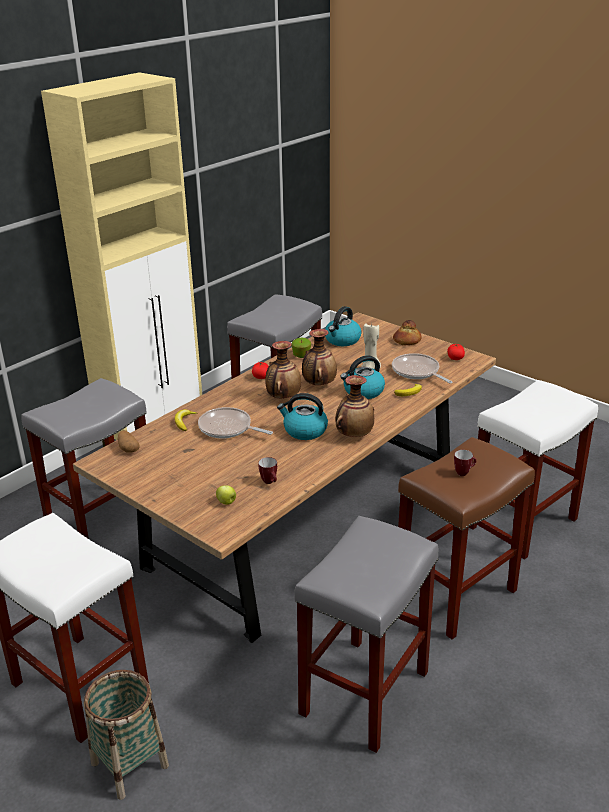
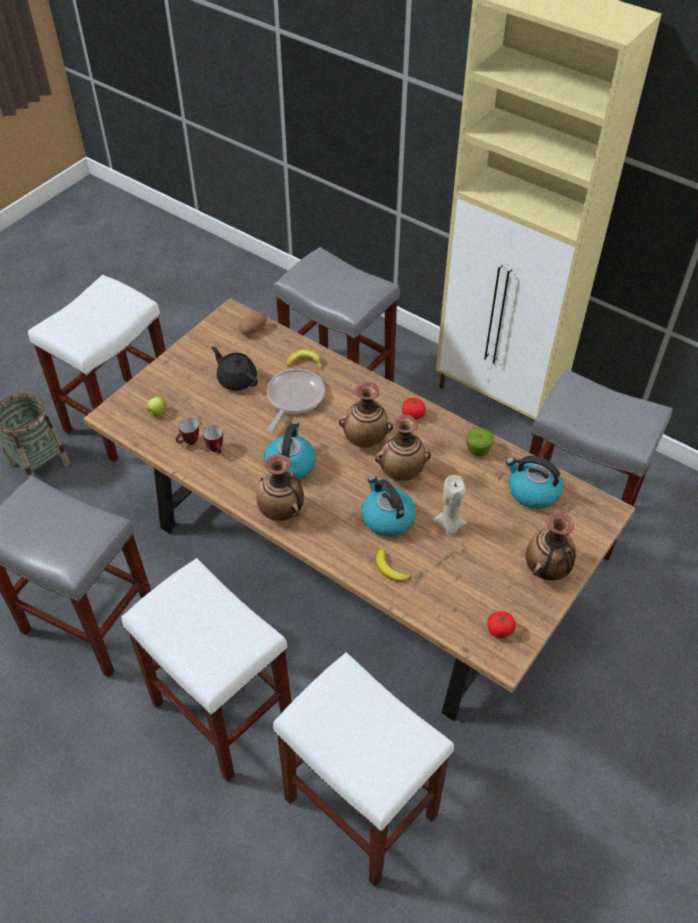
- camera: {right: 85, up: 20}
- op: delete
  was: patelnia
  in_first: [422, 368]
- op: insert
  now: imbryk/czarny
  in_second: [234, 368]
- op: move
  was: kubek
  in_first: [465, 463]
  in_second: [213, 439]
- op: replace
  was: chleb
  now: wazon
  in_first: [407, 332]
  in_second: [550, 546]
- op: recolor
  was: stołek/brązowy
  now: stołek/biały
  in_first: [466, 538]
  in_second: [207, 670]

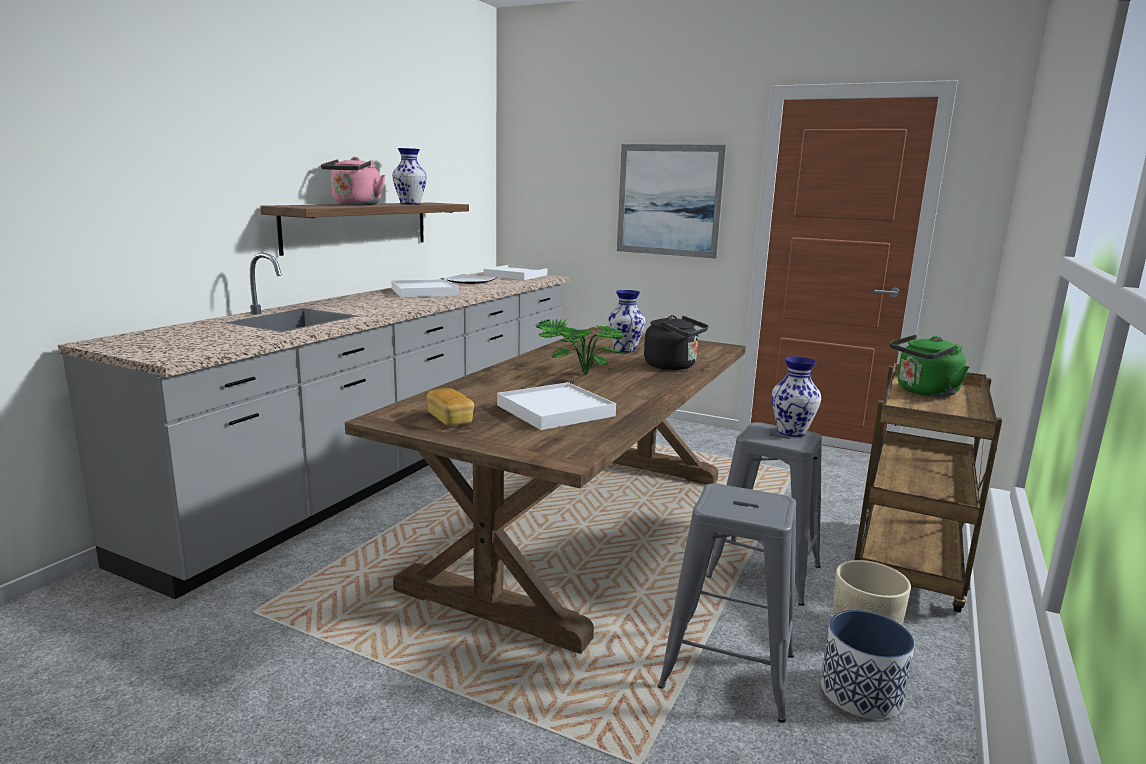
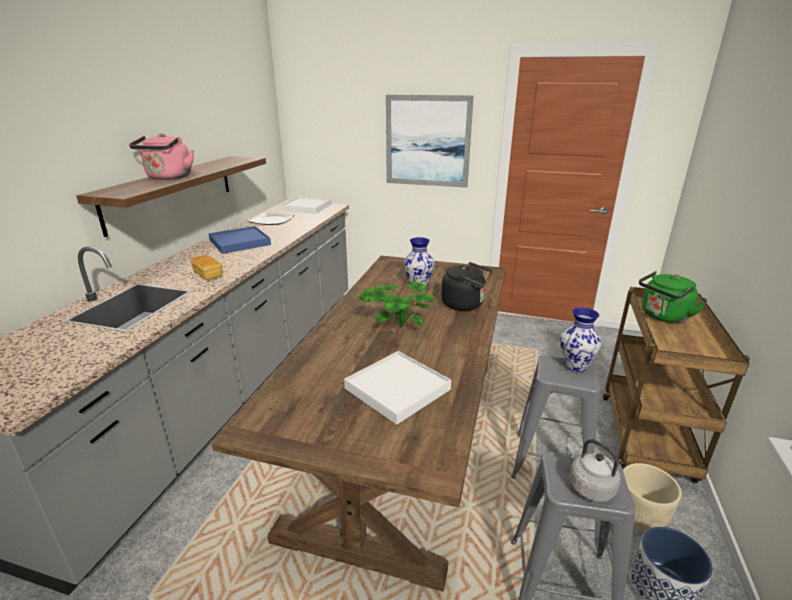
- camera: {right: -10, up: 10}
- op: delete
  was: wazon
  in_first: [409, 176]
- op: insert
  now: czajnik/szary
  in_second: [593, 470]
- op: move
  was: chleb
  in_first: [450, 407]
  in_second: [206, 267]
- op: recolor
  was: taca/biały
  now: taca/niebieski
  in_first: [425, 288]
  in_second: [239, 240]

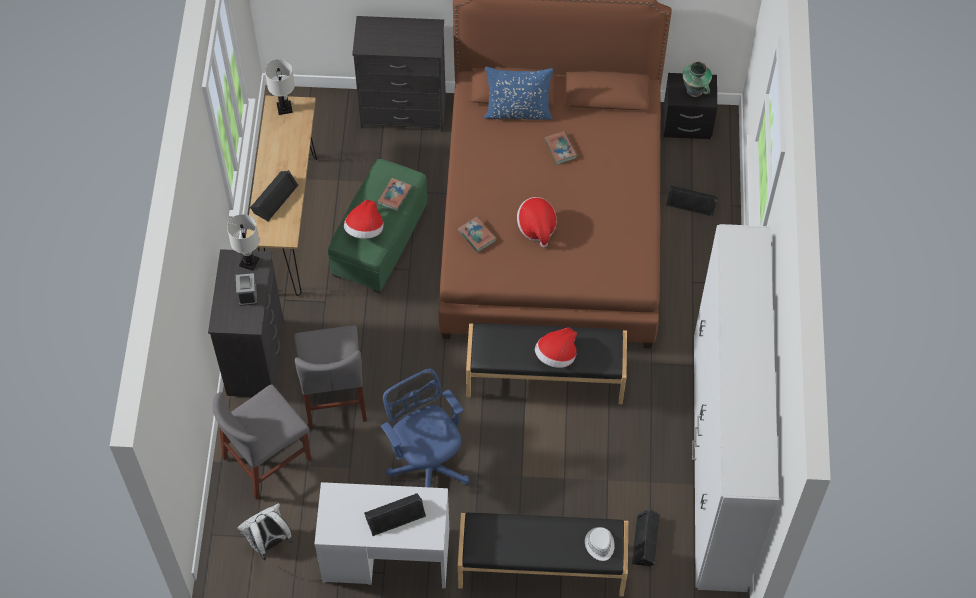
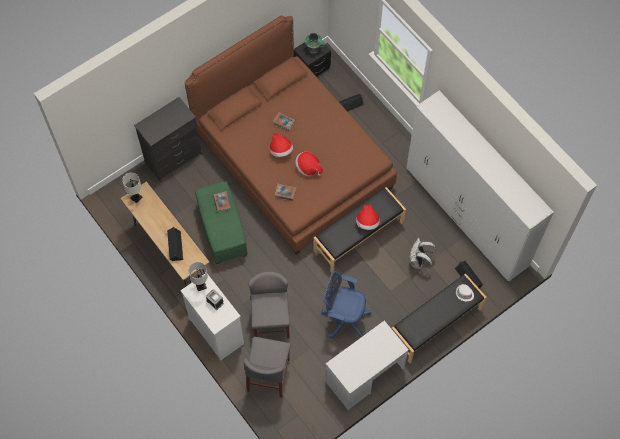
- camera: {right: -40, up: 5}
- op: delete
  was: głośnik/czarny
  in_first: [395, 514]
- op: delete
  was: poduszka/niebieski
  in_first: [518, 93]
- op: move
  was: plecak/biały
  in_first: [265, 532]
  in_second: [423, 253]
- op: move
  was: kapelusz
  in_first: [363, 219]
  in_second: [281, 145]
- op: recolor
  was: komoda/czarny
  now: komoda/biały
  in_first: [246, 323]
  in_second: [212, 317]
- op: rotate
  was: krzesło/szary
  in_first: [330, 377]
  in_second: [269, 305]
  clockwise: -135

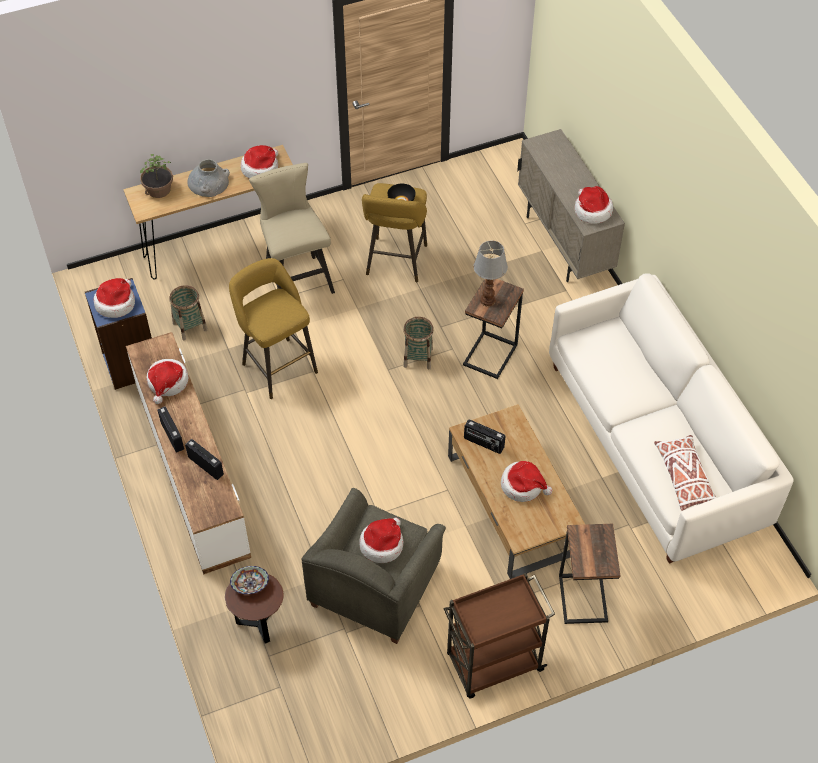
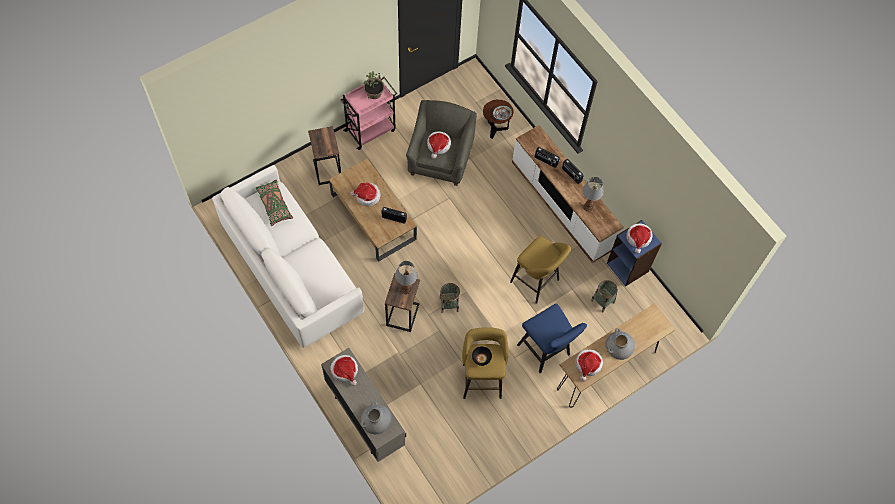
- camera: {right: 165, up: 10}
- op: insert
  now: wazon/szary
  in_second: [376, 417]
- op: move
  was: roślina doniczkowa
  in_first: [156, 176]
  in_second: [374, 85]
- op: replace
  was: kapelusz
  now: lampa stołowa
  in_first: [168, 381]
  in_second: [593, 194]
- op: recolor
  was: stołek/beżowy
  now: stołek/niebieski
  in_first: [292, 228]
  in_second: [552, 338]
- op: recolor
  was: wózek/brązowy
  now: wózek/różowy
  in_first: [499, 635]
  in_second: [368, 113]
- op: recolor
  was: poduszka/biały
  now: poduszka/zielony
  in_first: [685, 473]
  in_second: [274, 203]

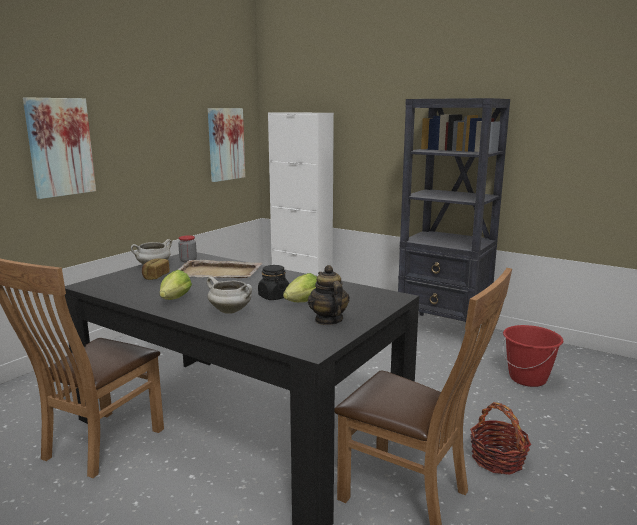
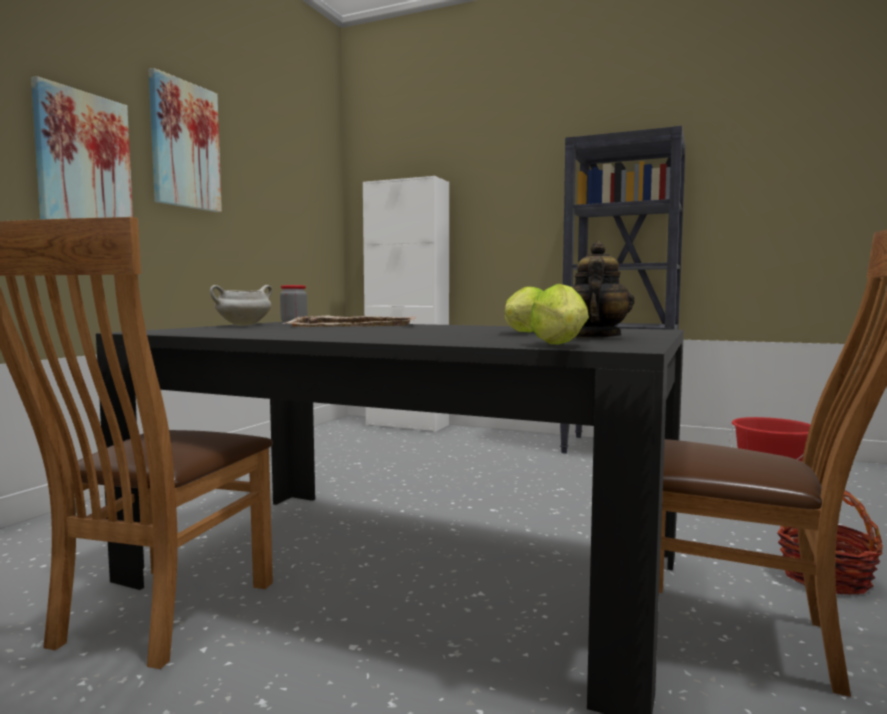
- camera: {right: -10, up: -10}
- op: delete
  was: chleb
  in_first: [156, 269]
- op: delete
  was: garnek/biały
  in_first: [229, 295]
- op: delete
  was: słoik/czarny
  in_first: [273, 282]
- op: move
  was: sałata
  in_first: [176, 285]
  in_second: [559, 314]
- op: move
  was: obraz
  in_first: [226, 145]
  in_second: [185, 140]
- op: rotate
  was: imbryk
  in_first: [329, 295]
  in_second: [603, 289]
  clockwise: 45

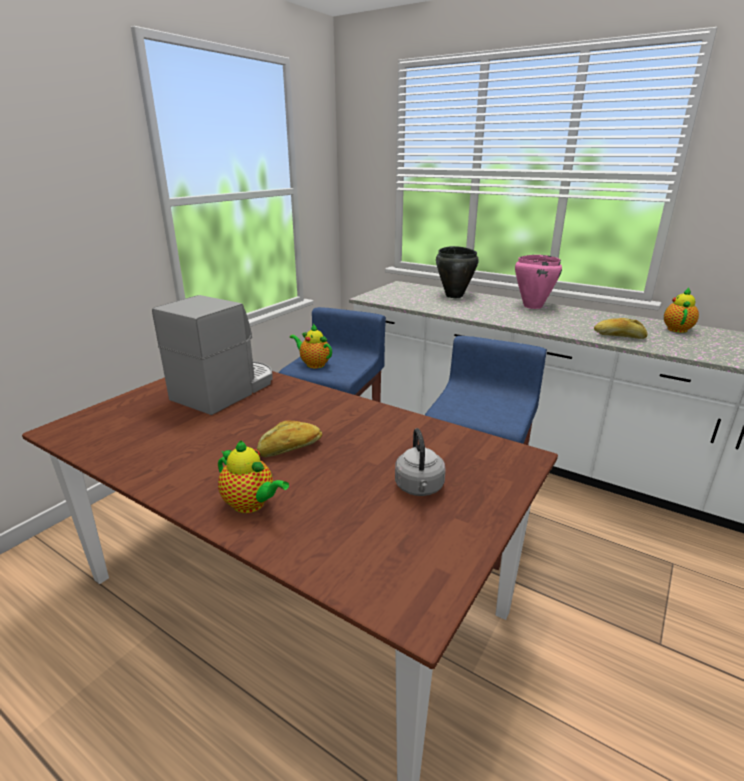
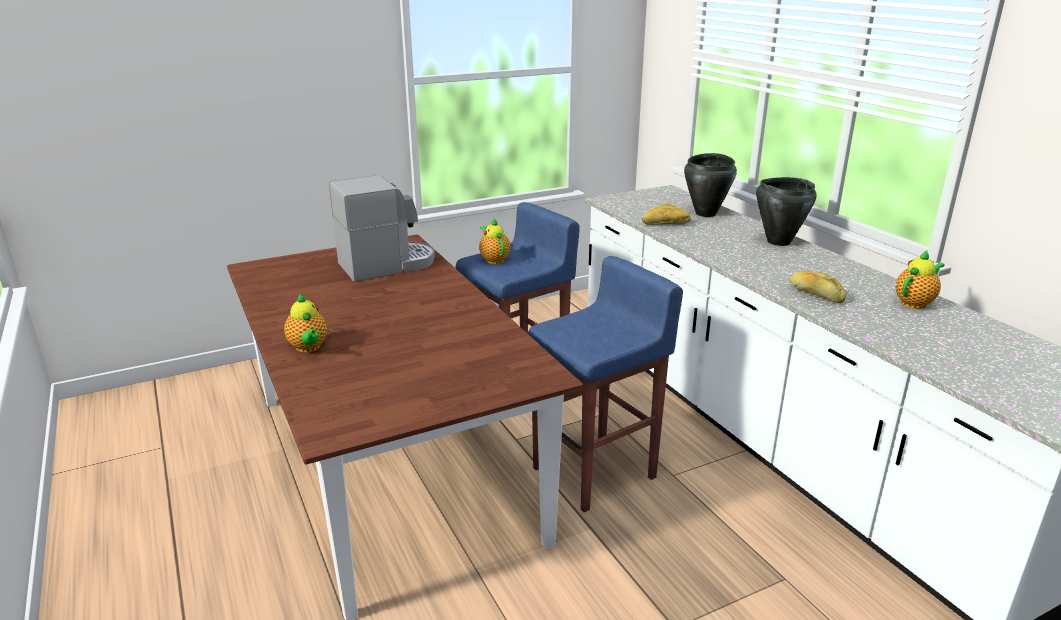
- camera: {right: 30, up: 0}
- op: delete
  was: czajnik/szary
  in_first: [420, 462]
- op: move
  was: chleb
  in_first: [289, 438]
  in_second: [666, 214]
- op: recolor
  was: garnek/różowy
  now: garnek/czarny
  in_first: [538, 282]
  in_second: [786, 211]

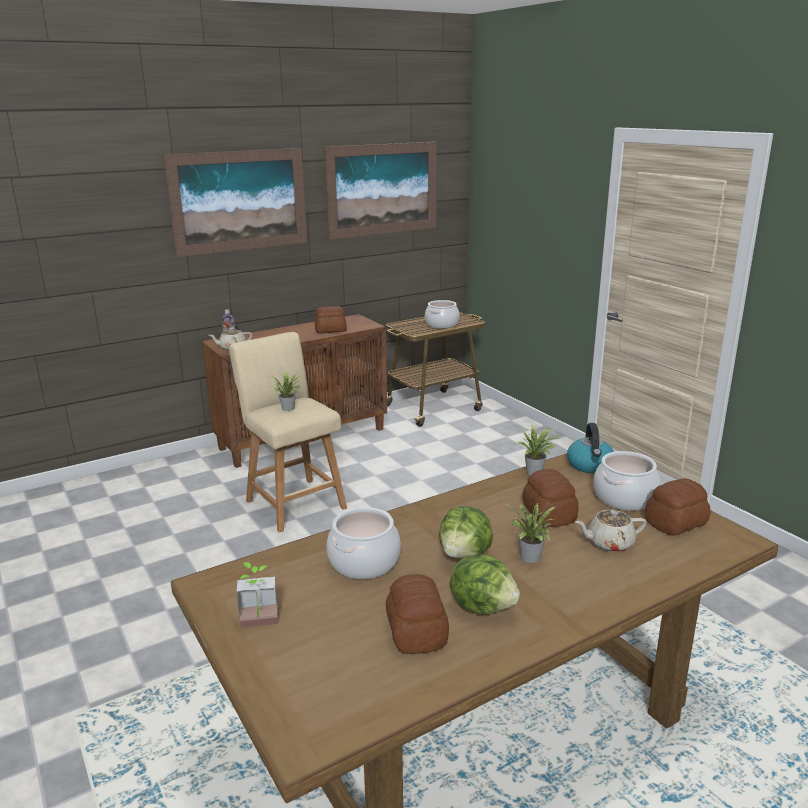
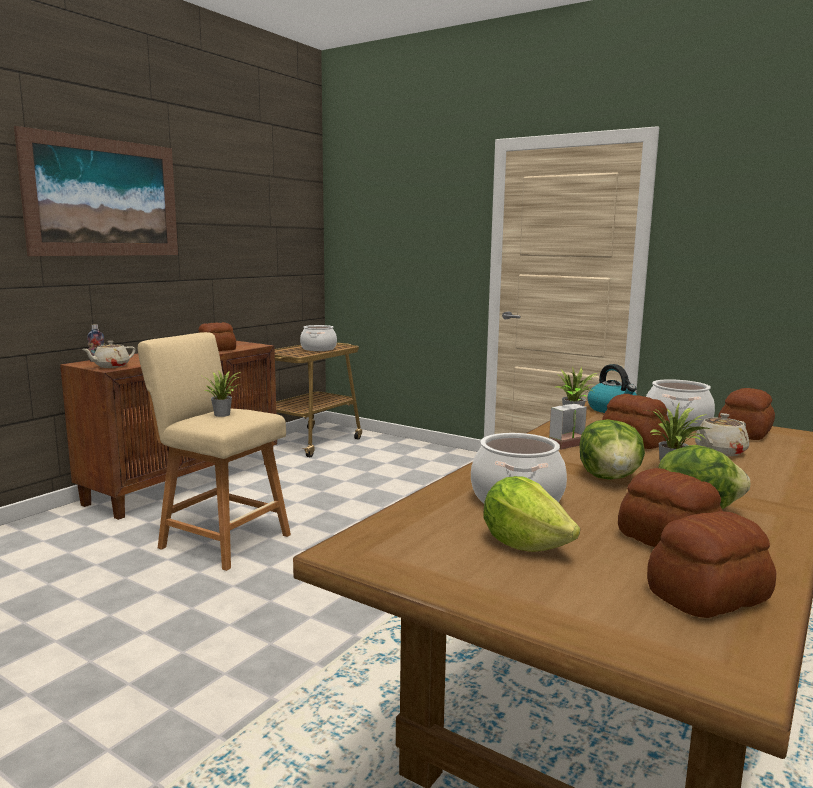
- camera: {right: -25, up: -10}
- op: delete
  was: obraz
  in_first: [380, 191]
- op: insert
  now: sałata
  in_second: [531, 514]
- op: insert
  now: chleb
  in_second: [711, 564]
- op: move
  was: roślina doniczkowa
  in_first: [257, 595]
  in_second: [568, 417]

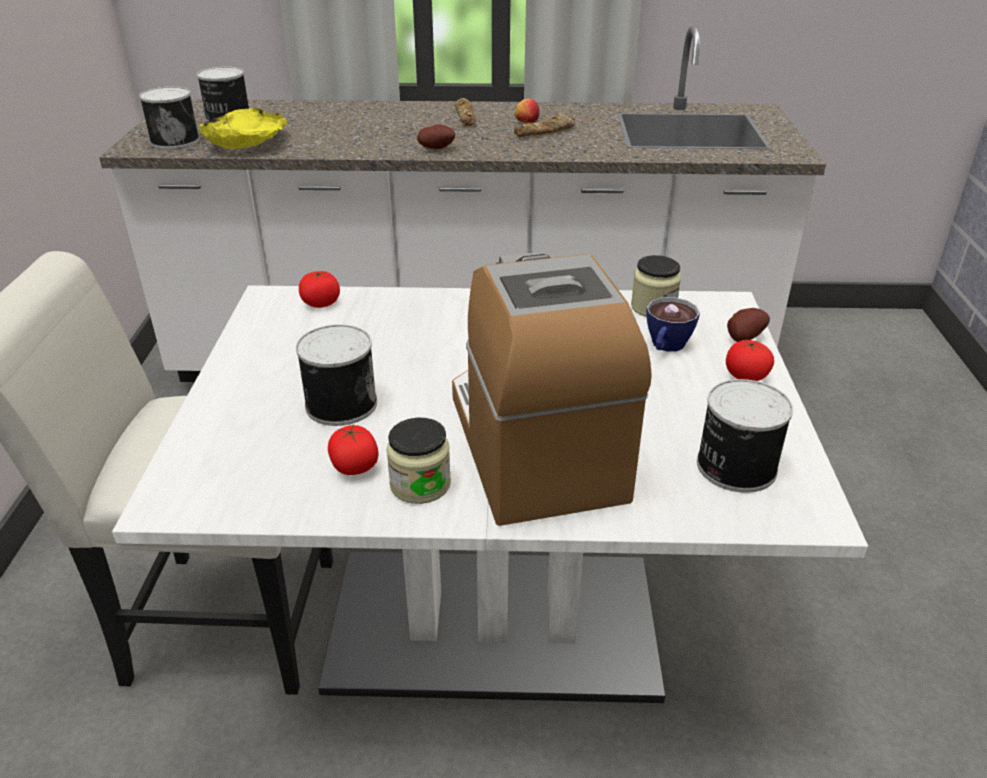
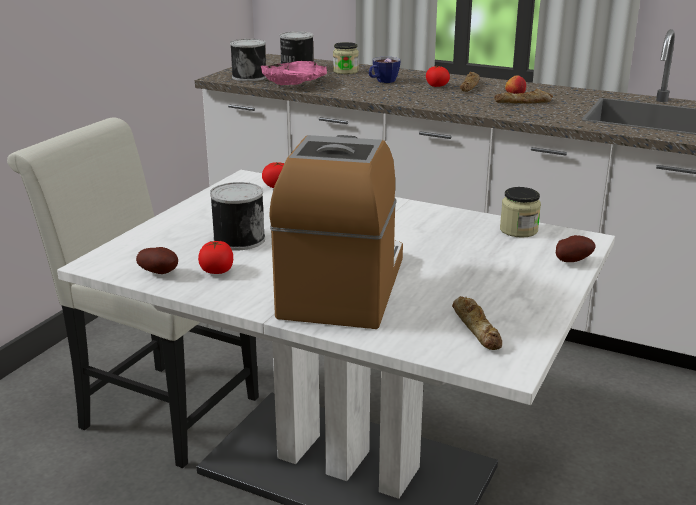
- camera: {right: 25, up: -10}
- op: move
  was: słoik
  in_first: [418, 461]
  in_second: [346, 58]
- op: move
  was: ziemniak
  in_first: [436, 136]
  in_second: [157, 260]
- op: move
  was: filiżanka
  in_first: [673, 324]
  in_second: [385, 70]
- op: move
  was: pomidor
  in_first: [750, 360]
  in_second: [438, 76]
- op: replace
  was: puszka
  now: chleb
  in_first: [745, 436]
  in_second: [477, 323]
- op: recolor
  was: miska/żółty
  now: miska/różowy
  in_first: [243, 128]
  in_second: [294, 73]

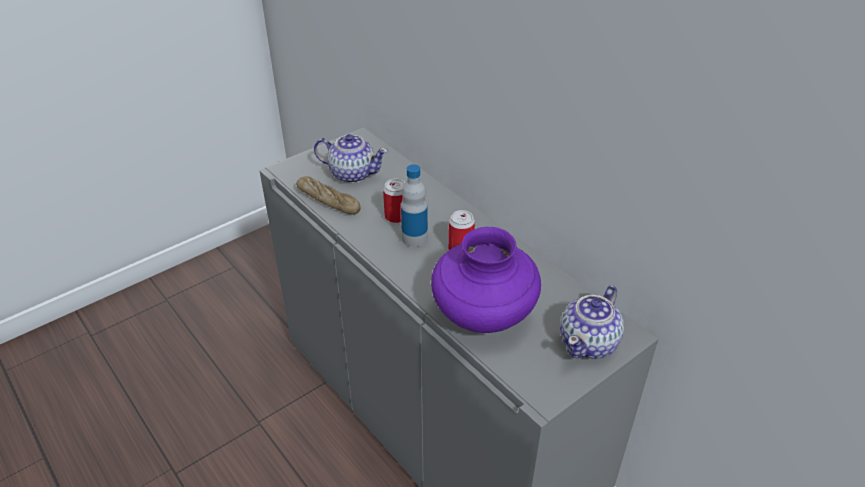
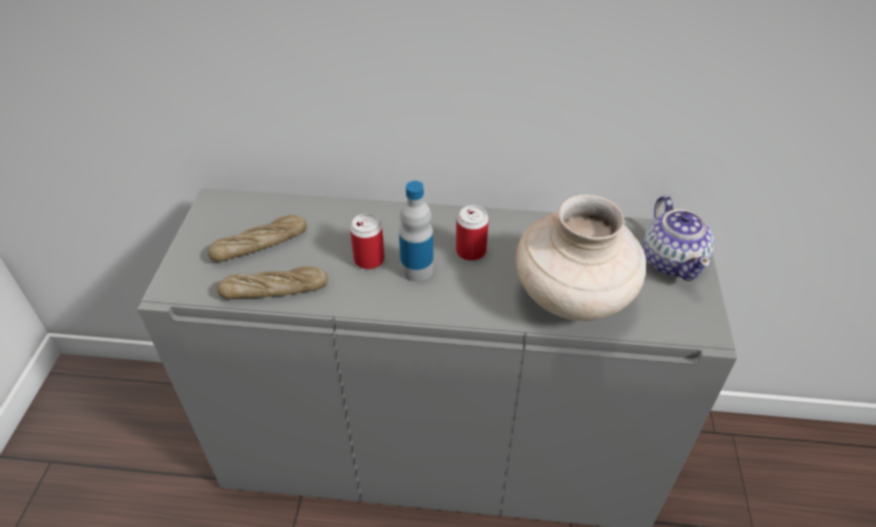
- camera: {right: -45, up: 5}
- op: replace
  was: imbryk
  now: chleb
  in_first: [351, 158]
  in_second: [257, 238]
- op: recolor
  was: wazon/fioletowy
  now: wazon/beżowy
  in_first: [486, 280]
  in_second: [581, 257]

